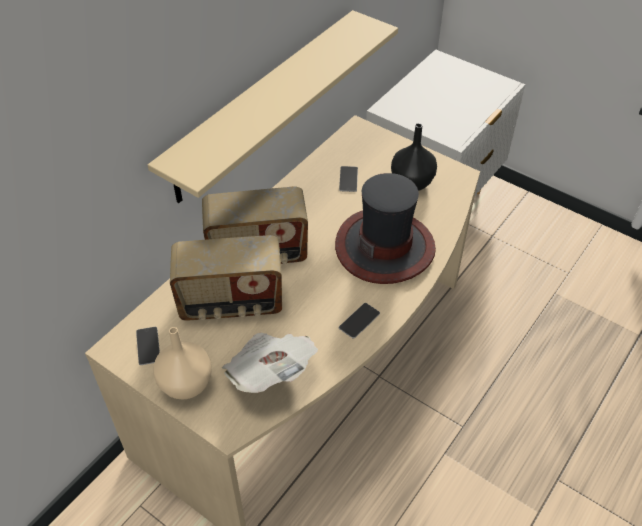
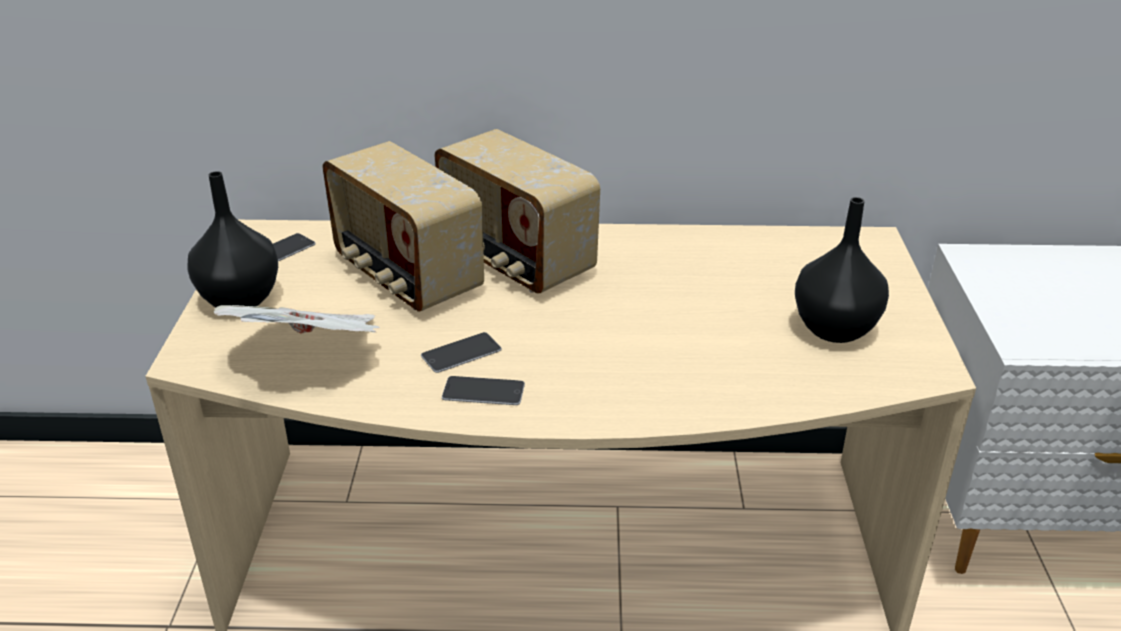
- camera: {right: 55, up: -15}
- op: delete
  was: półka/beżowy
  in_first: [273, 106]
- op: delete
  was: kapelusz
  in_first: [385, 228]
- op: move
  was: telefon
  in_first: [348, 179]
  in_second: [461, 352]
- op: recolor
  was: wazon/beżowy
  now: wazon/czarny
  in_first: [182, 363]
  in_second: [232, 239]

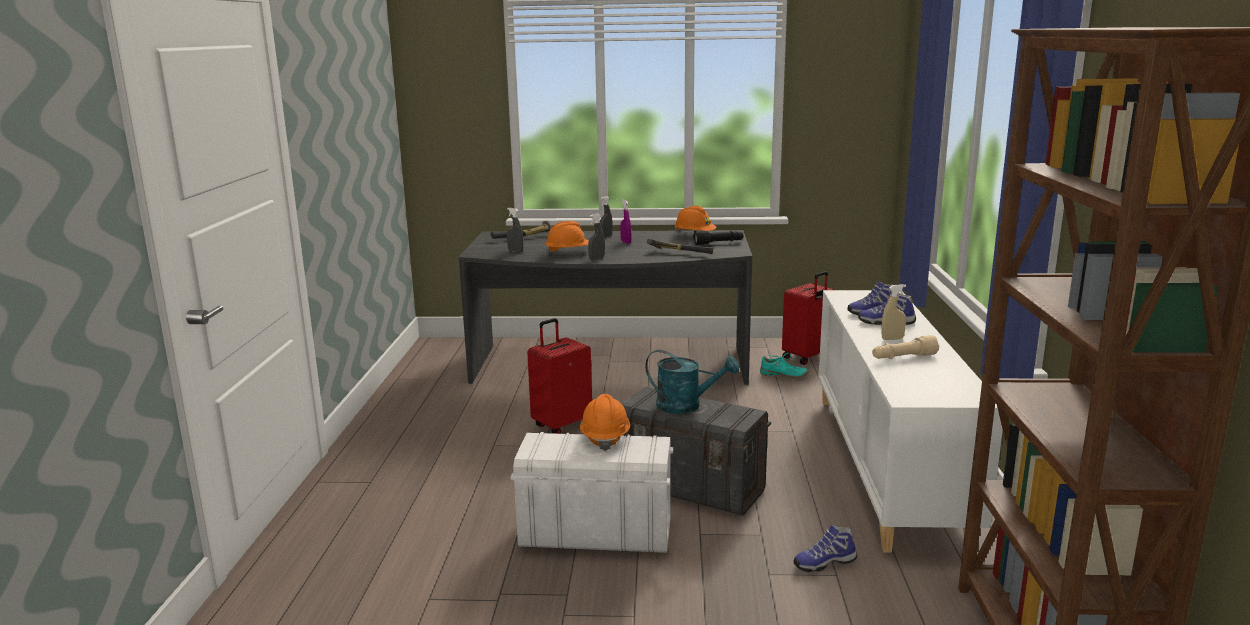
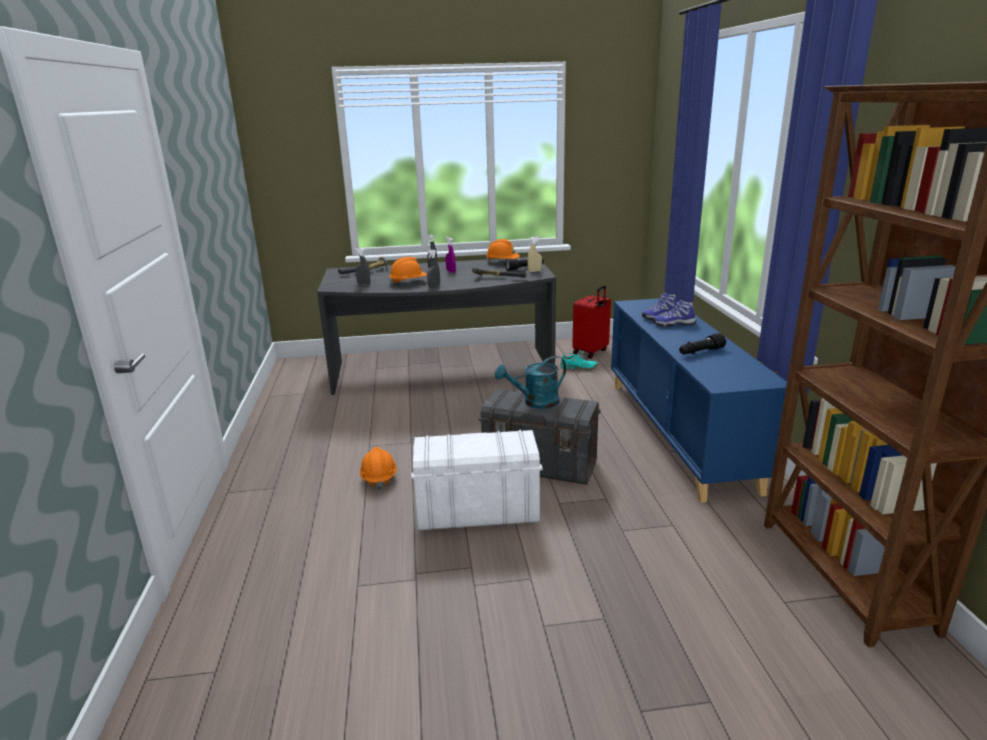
- camera: {right: -10, up: 5}
- op: delete
  was: walizka/czerwony
  in_first: [559, 376]
- op: delete
  was: but
  in_first: [825, 548]
- op: move
  was: kask/pomarańczowy
  in_first: [605, 422]
  in_second: [378, 468]
- op: move
  was: spryskiwacz/beżowy
  in_first: [893, 312]
  in_second: [534, 254]
- op: recolor
  was: szafka/biały
  now: szafka/niebieski
  in_first: [910, 421]
  in_second: [699, 400]
- op: recolor
  was: latarka/beżowy
  now: latarka/czarny
  in_first: [905, 347]
  in_second: [702, 344]
- op: rotate
  was: konewka/turkusowy
  in_first: [692, 382]
  in_second: [530, 382]
  clockwise: 150

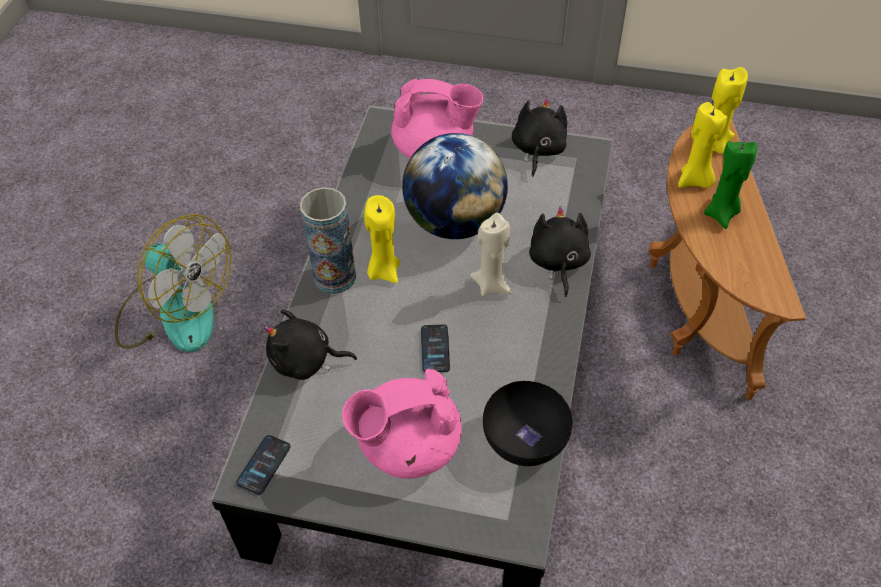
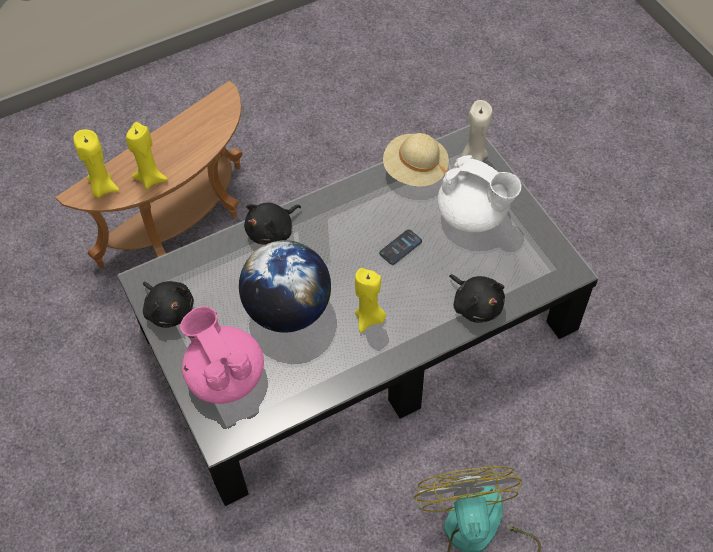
- camera: {right: -130, up: 5}
- op: delete
  was: telefon
  in_first: [263, 465]
- op: delete
  was: wazon
  in_first: [328, 240]
- op: delete
  was: świeca/zielony
  in_first: [730, 185]
- op: move
  was: świeca/beżowy
  in_first: [491, 254]
  in_second: [476, 131]
- op: replace
  was: miska/czarny
  now: kapelusz/beżowy
  in_first: [528, 423]
  in_second: [416, 160]
- op: recolor
  was: imbryk/różowy
  now: imbryk/biały
  in_first: [402, 424]
  in_second: [480, 193]
- op: rotate
  was: pluszak/czarny
  in_first: [539, 137]
  in_second: [168, 304]
  clockwise: -105

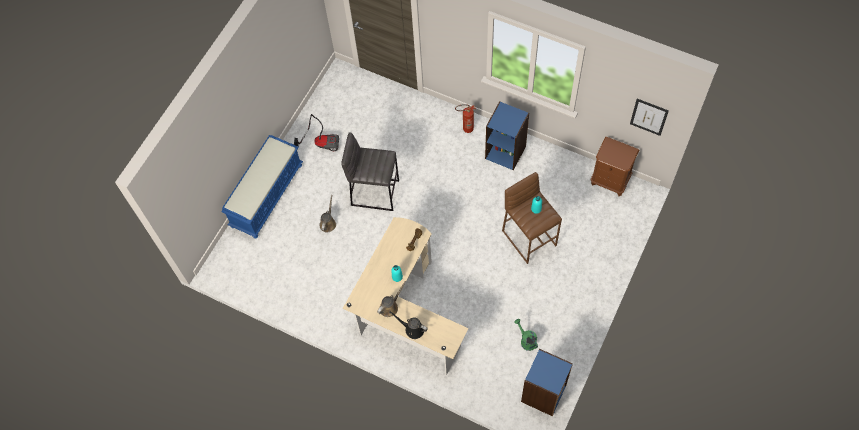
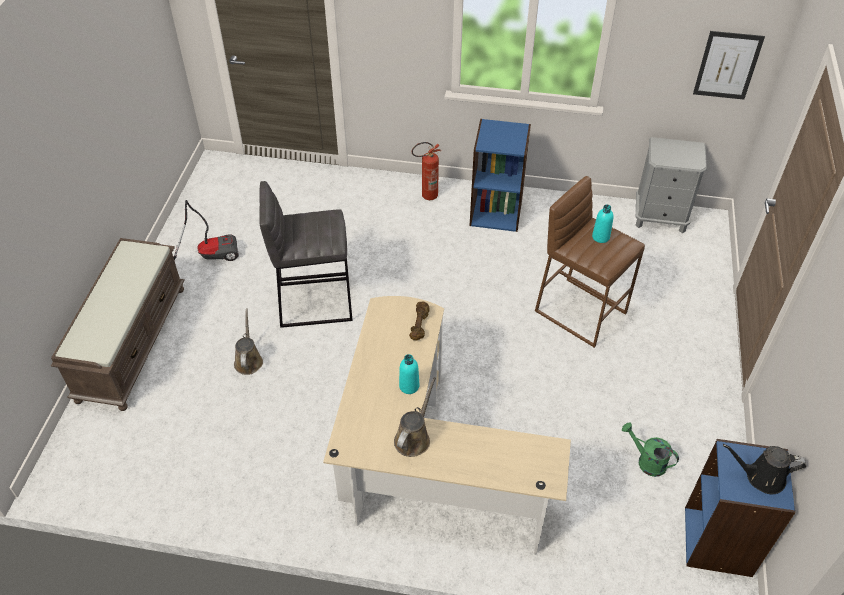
- camera: {right: -20, up: -15}
- op: move
  was: konewka/czarny
  in_first: [408, 325]
  in_second: [764, 469]
- op: recolor
  was: ławka/niebieski
  now: ławka/brązowy
  in_first: [262, 186]
  in_second: [118, 324]
- op: recolor
  was: szafka nocna/brązowy
  now: szafka nocna/szary
  in_first: [614, 166]
  in_second: [671, 185]

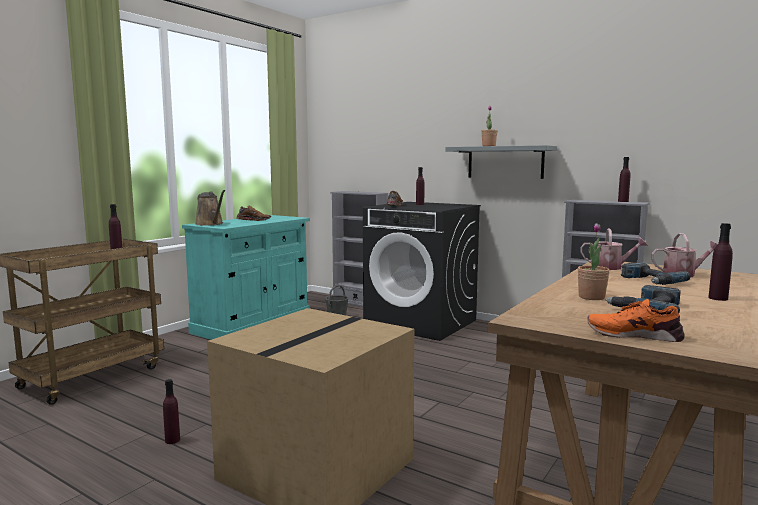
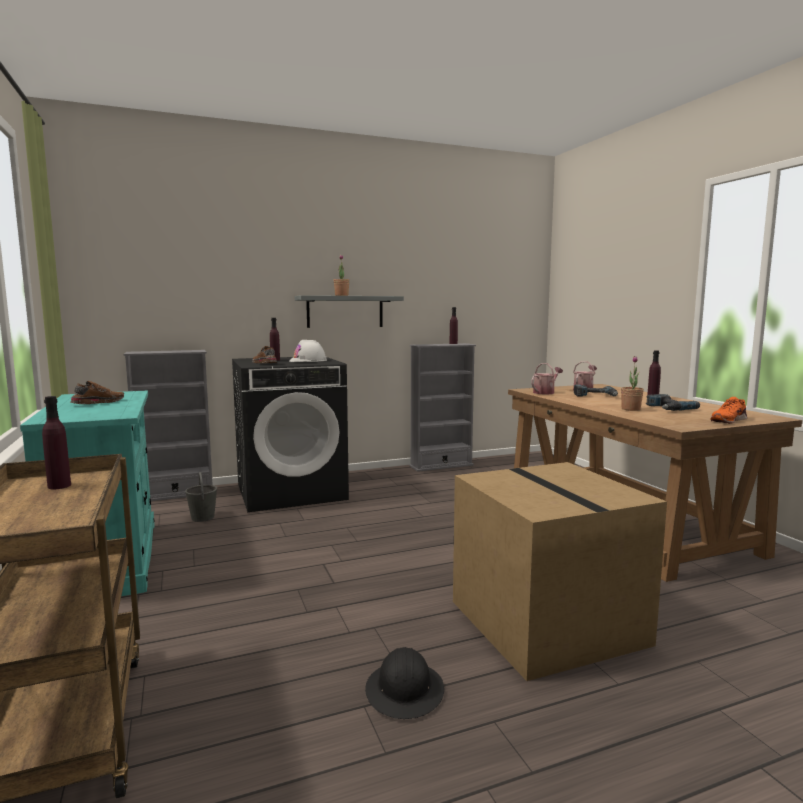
- camera: {right: -55, up: 0}
- op: delete
  was: konewka/brązowy
  in_first: [210, 208]
- op: insert
  now: kask/biały
  in_second: [308, 351]
- op: replace
  was: butelka/fioletowy
  now: kask/czarny
  in_first: [171, 411]
  in_second: [404, 683]

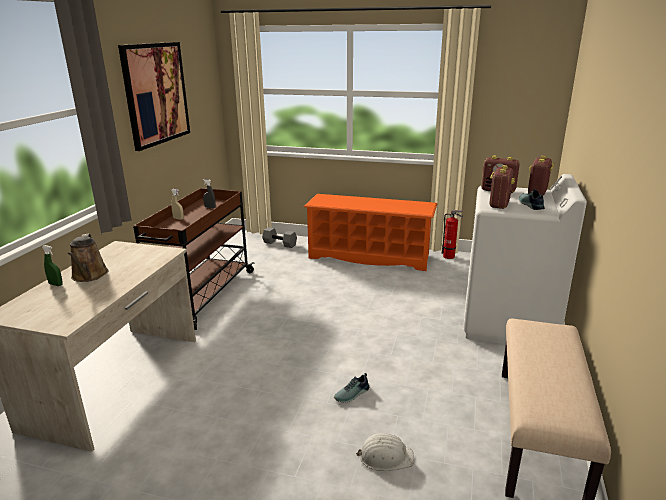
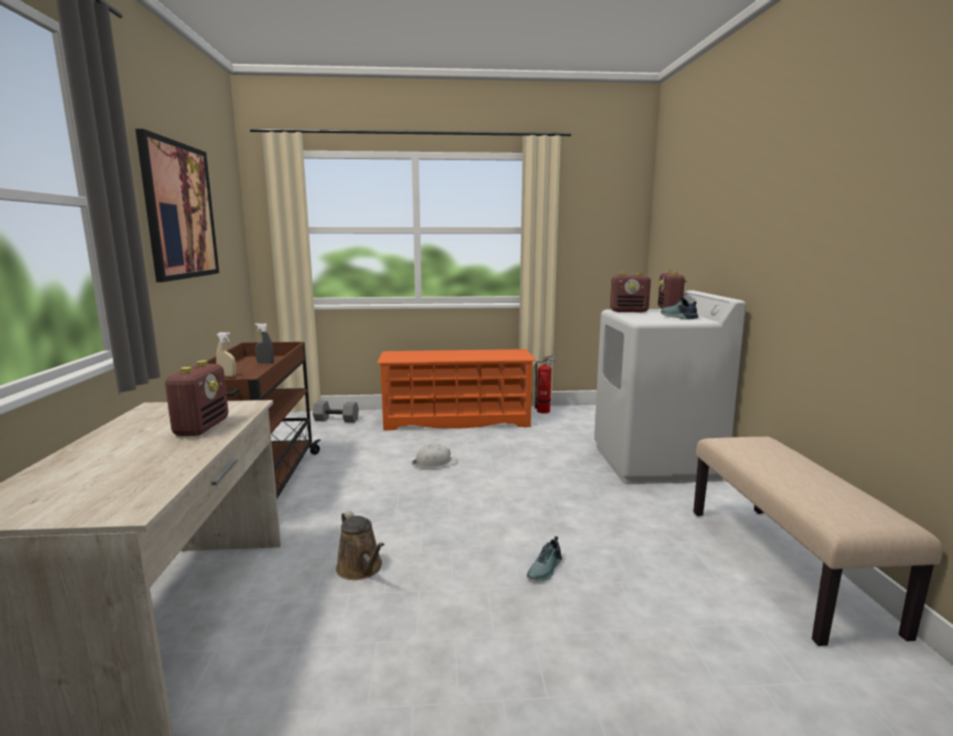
- camera: {right: -20, up: -10}
- op: delete
  was: spryskiwacz/zielony
  in_first: [52, 265]
- op: move
  was: konewka/brązowy
  in_first: [88, 257]
  in_second: [360, 545]
- op: move
  was: kask/biały
  in_first: [385, 452]
  in_second: [435, 456]
- op: move
  was: radio
  in_first: [502, 187]
  in_second: [196, 398]

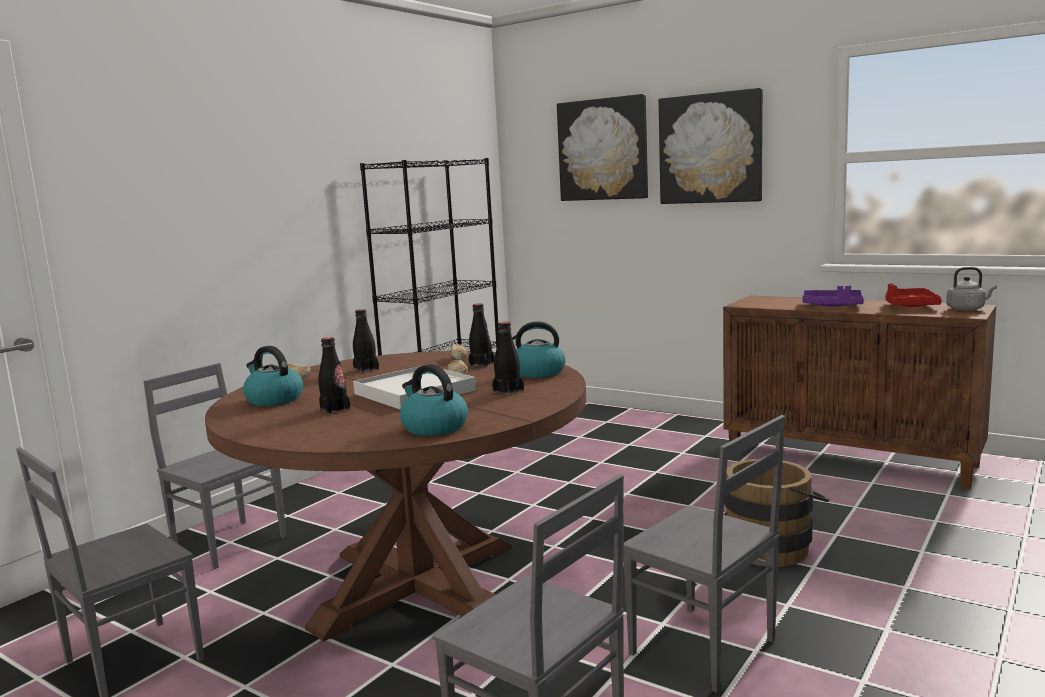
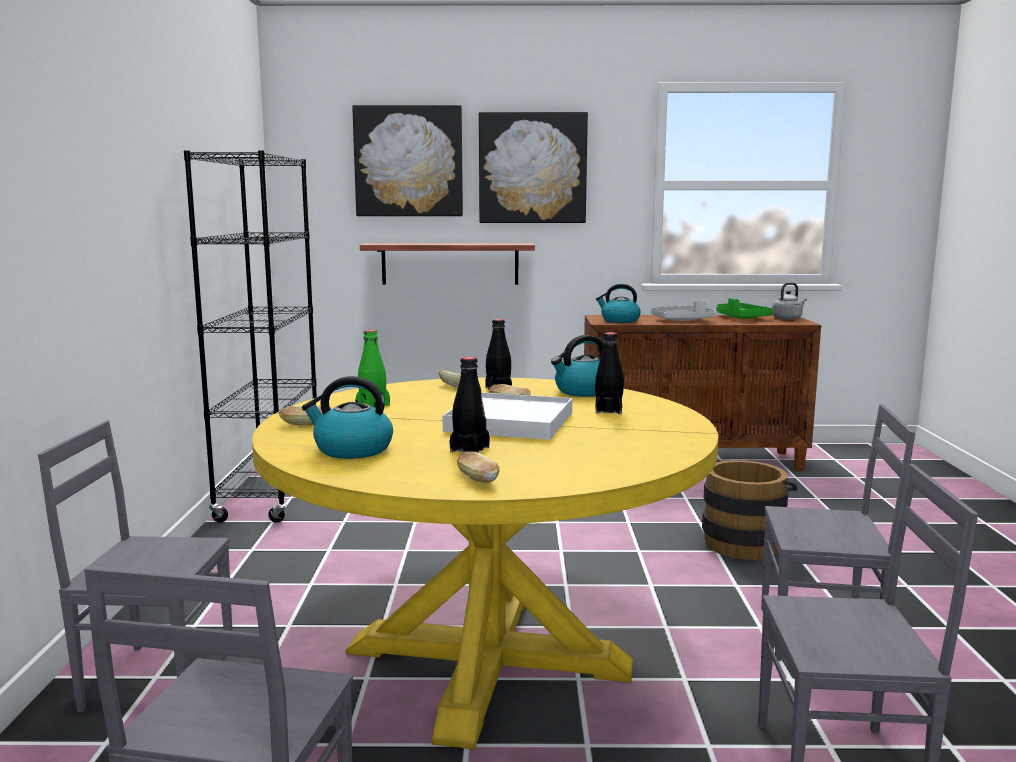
- camera: {right: -35, up: 0}
- op: insert
  now: półka
  in_second: [447, 264]
- op: insert
  now: chleb
  in_second: [478, 467]
- op: move
  was: czajnik
  in_first: [434, 400]
  in_second: [618, 303]
- op: recolor
  was: stół jadalny/brązowy
  now: stół jadalny/żółty
  in_first: [395, 496]
  in_second: [485, 563]
- op: recolor
  was: butelka/czarny
  now: butelka/zielony
  in_first: [366, 341]
  in_second: [372, 369]
- op: recolor
  was: taca/fioletowy
  now: taca/szary
  in_first: [833, 296]
  in_second: [683, 311]
- op: recolor
  was: taca/czerwony
  now: taca/zielony
  in_first: [913, 295]
  in_second: [744, 308]

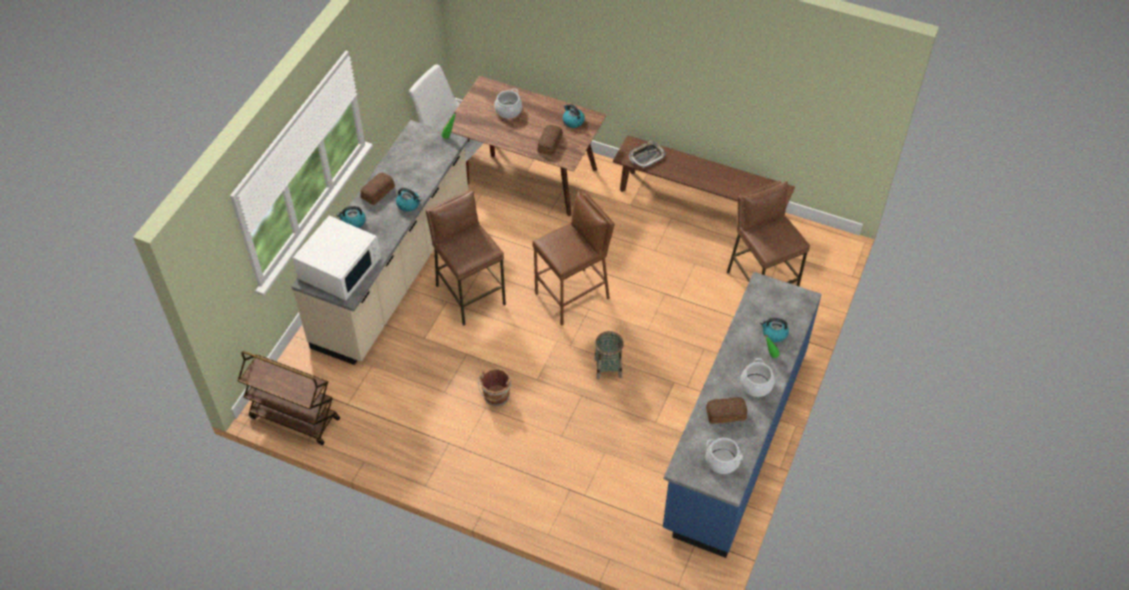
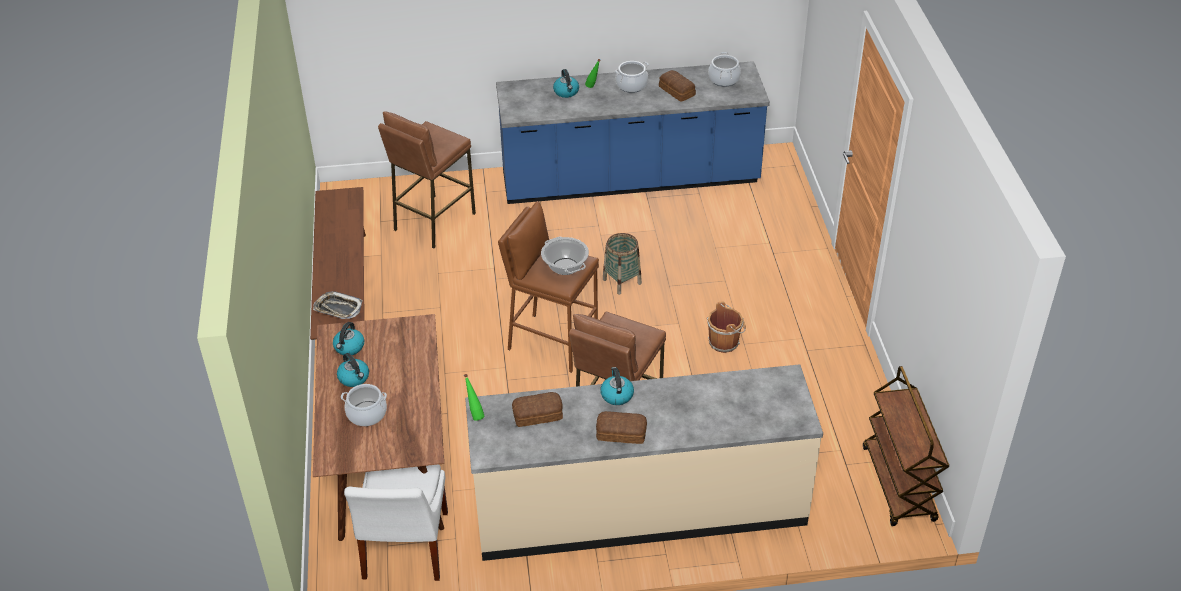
- camera: {right: -120, up: -10}
- op: delete
  was: mikrofalówka/biały
  in_first: [337, 258]
- op: insert
  now: garnek
  in_second: [565, 256]
- op: move
  was: czajnik
  in_first: [351, 217]
  in_second: [353, 370]
- op: move
  was: chleb
  in_first: [550, 140]
  in_second: [537, 409]

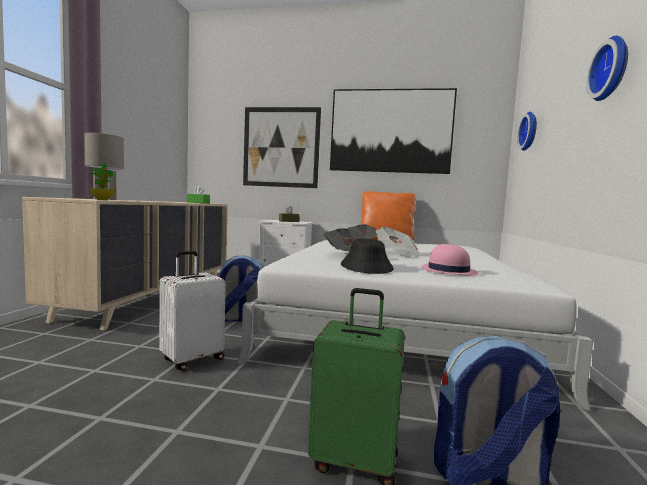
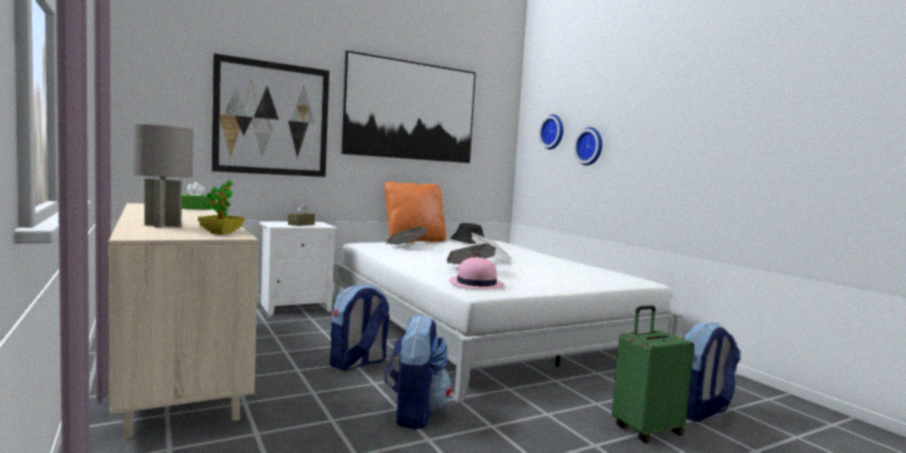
- camera: {right: -40, up: 0}
- op: move
  was: kapelusz/czarny
  in_first: [367, 256]
  in_second: [467, 233]
- op: move
  was: kapelusz/różowy
  in_first: [450, 260]
  in_second: [476, 273]
- op: move
  was: zegar ścienny
  in_first: [607, 68]
  in_second: [588, 146]
- op: replace
  was: walizka/biały
  now: plecak
  in_first: [192, 310]
  in_second: [418, 372]

